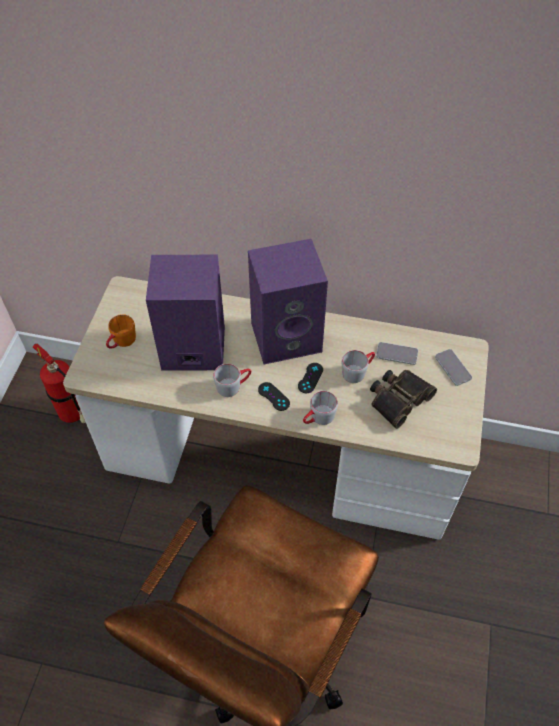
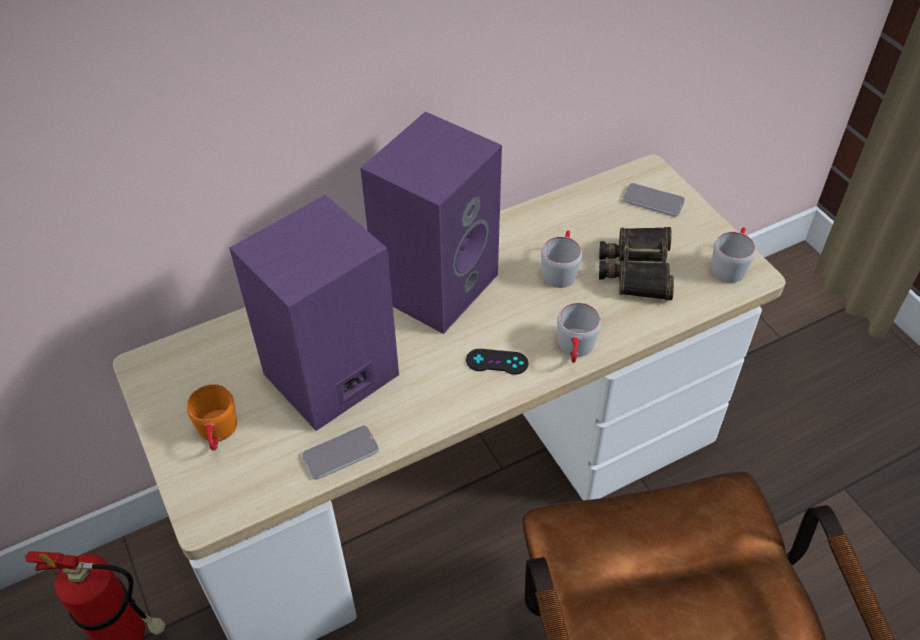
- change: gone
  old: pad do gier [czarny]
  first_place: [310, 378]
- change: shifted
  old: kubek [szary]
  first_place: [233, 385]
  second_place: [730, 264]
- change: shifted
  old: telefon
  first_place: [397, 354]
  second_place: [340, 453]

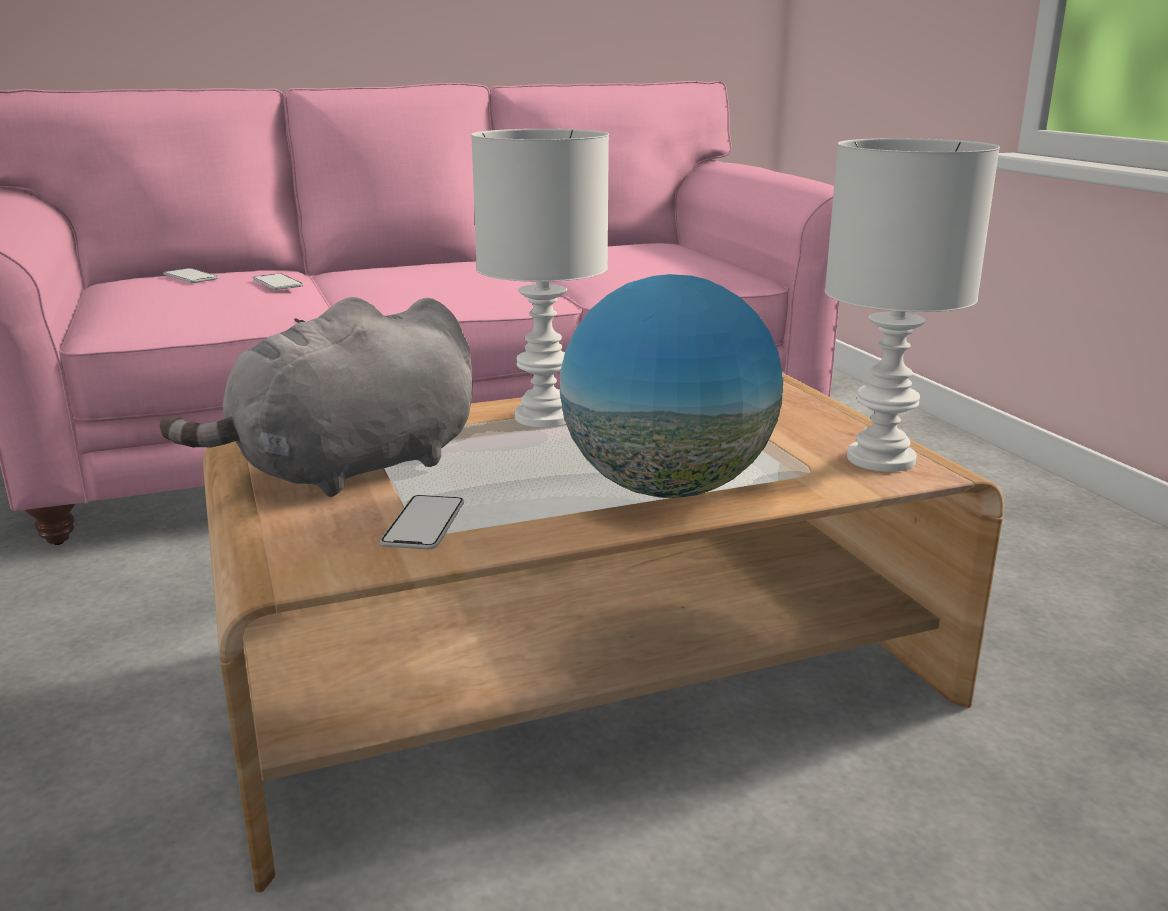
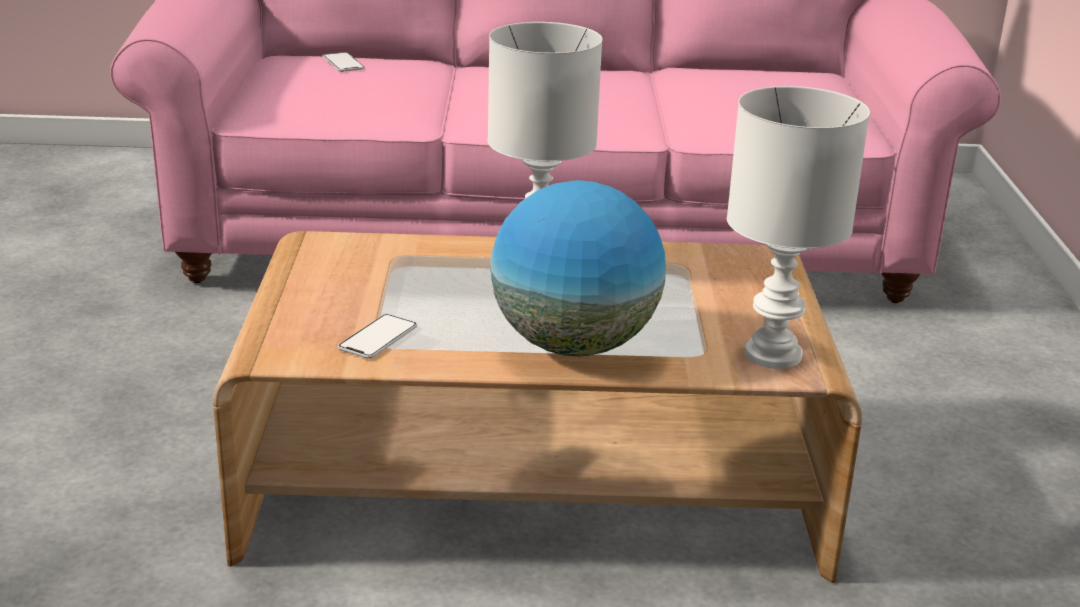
- change: gone
  old: pluszak [szary]
  first_place: [349, 470]
- change: gone
  old: telefon
  first_place: [277, 283]

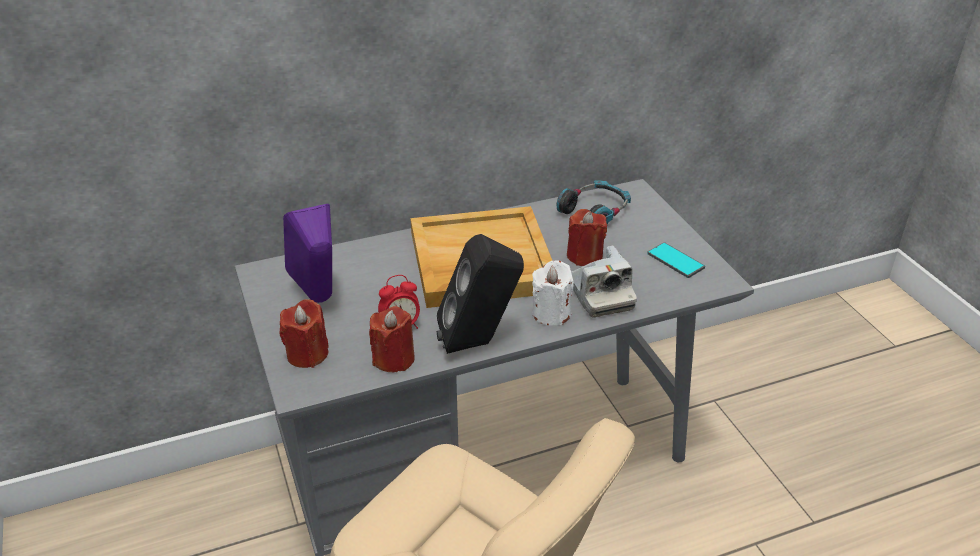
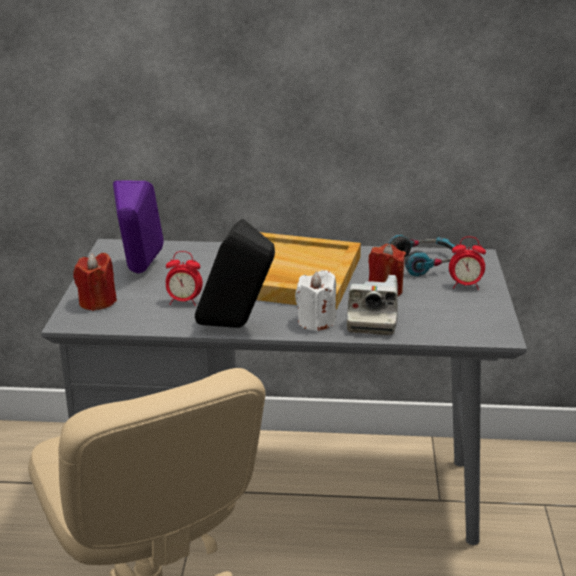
- change: gone
  old: świeca [czerwony]
  first_place: [394, 359]
- change: gone
  old: telefon
  first_place: [675, 261]
- change: new
  new: budzik
  second_place: [465, 286]

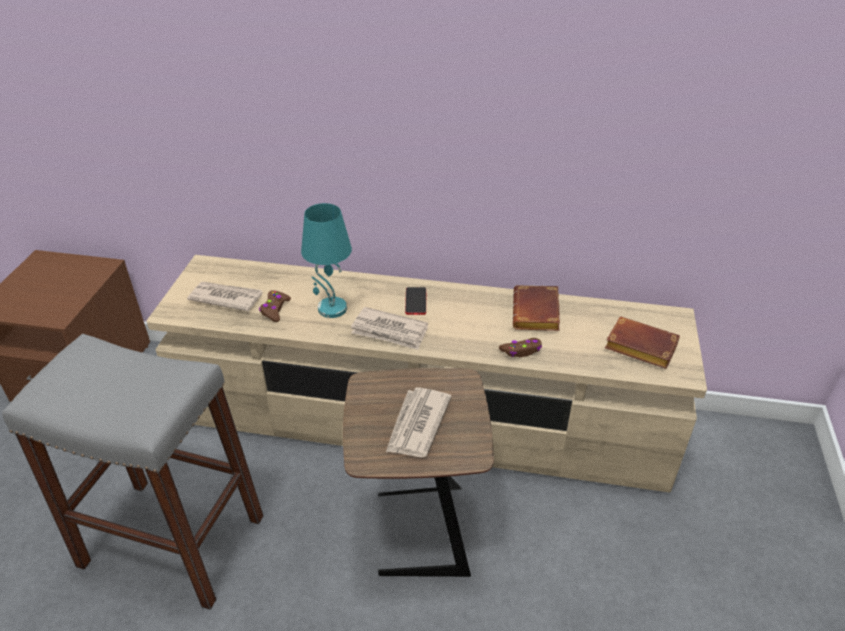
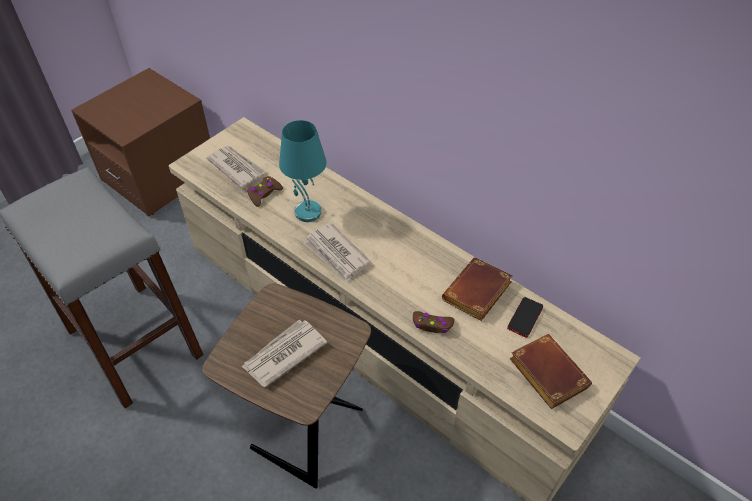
- change: shifted
  old: telefon
  first_place: [416, 301]
  second_place: [525, 317]

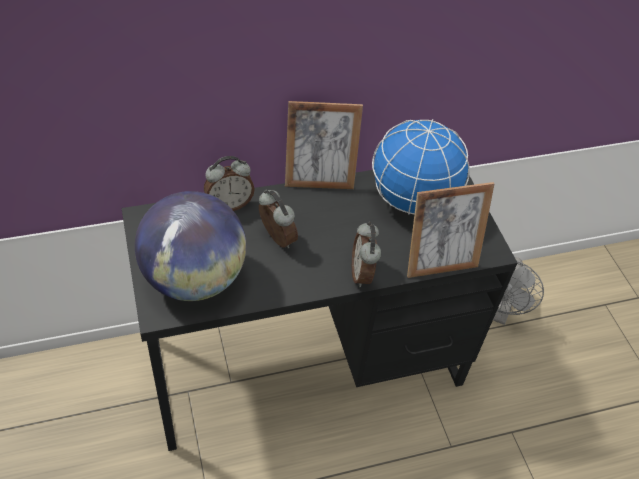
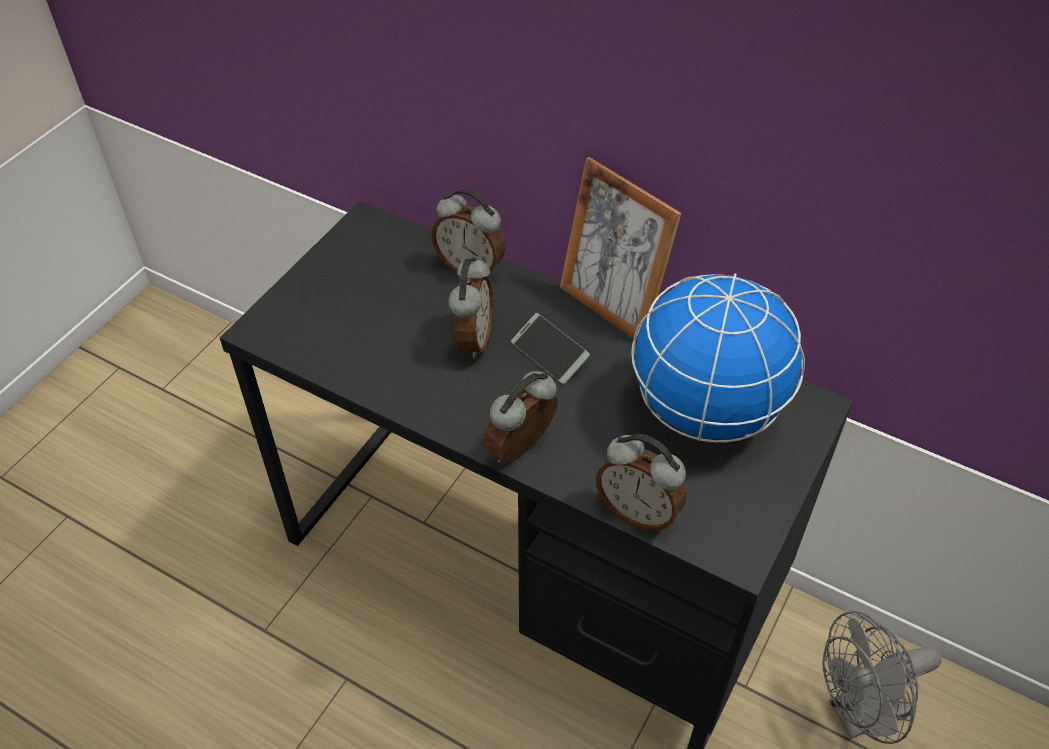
- change: gone
  old: globus
  first_place: [194, 279]
- change: new
  new: telefon
  second_place: [549, 354]
- change: swapped
  old: ramka na zdjęcie
  new: budzik
  first_place: [439, 263]
  second_place: [638, 511]

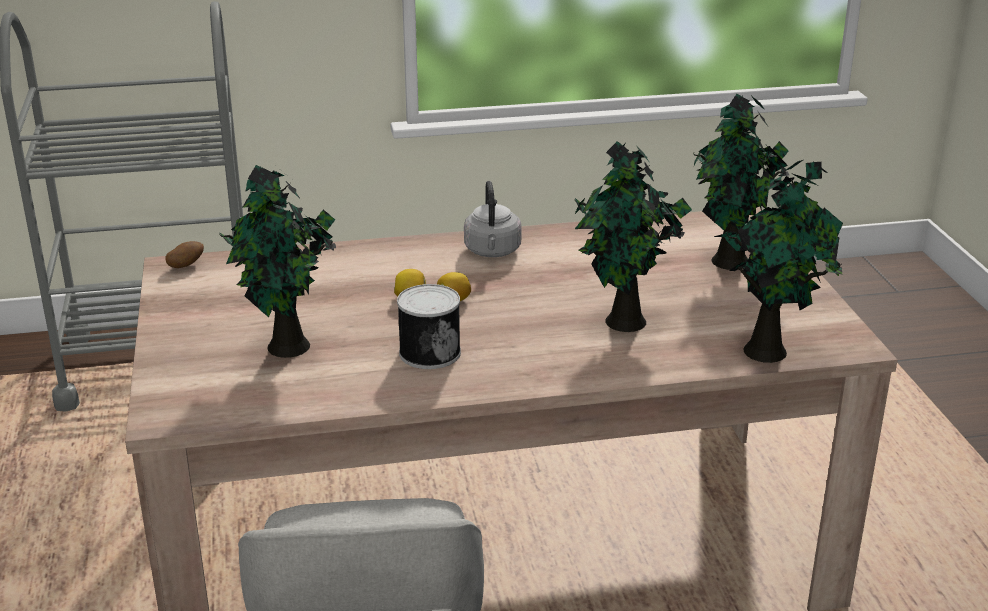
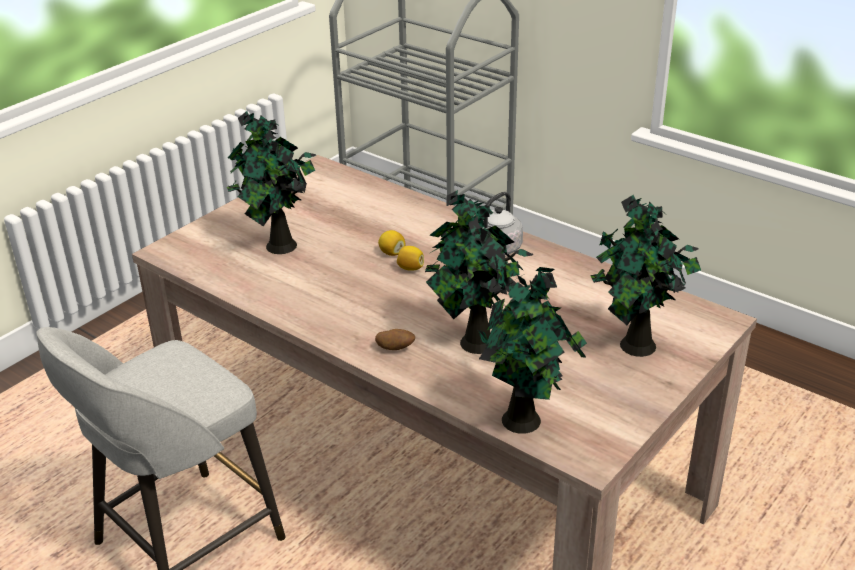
- change: gone
  old: puszka
  first_place: [429, 352]
- change: shifted
  old: ziemniak
  first_place: [186, 266]
  second_place: [395, 349]

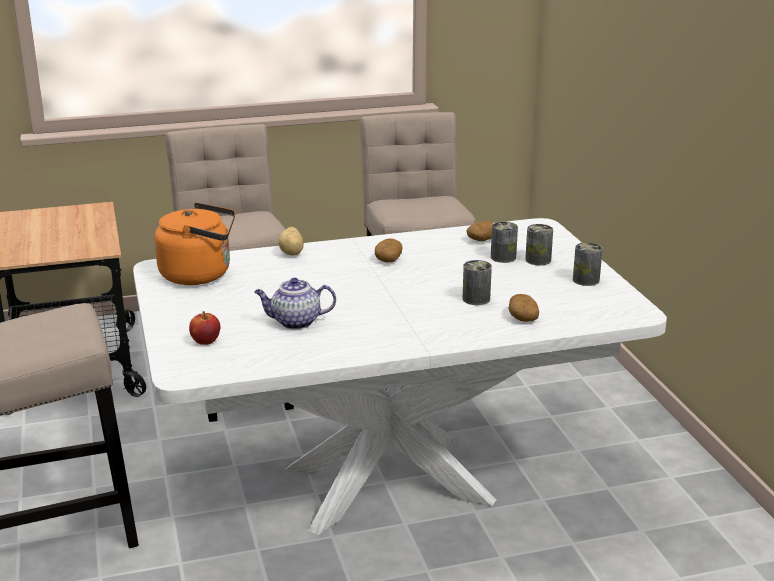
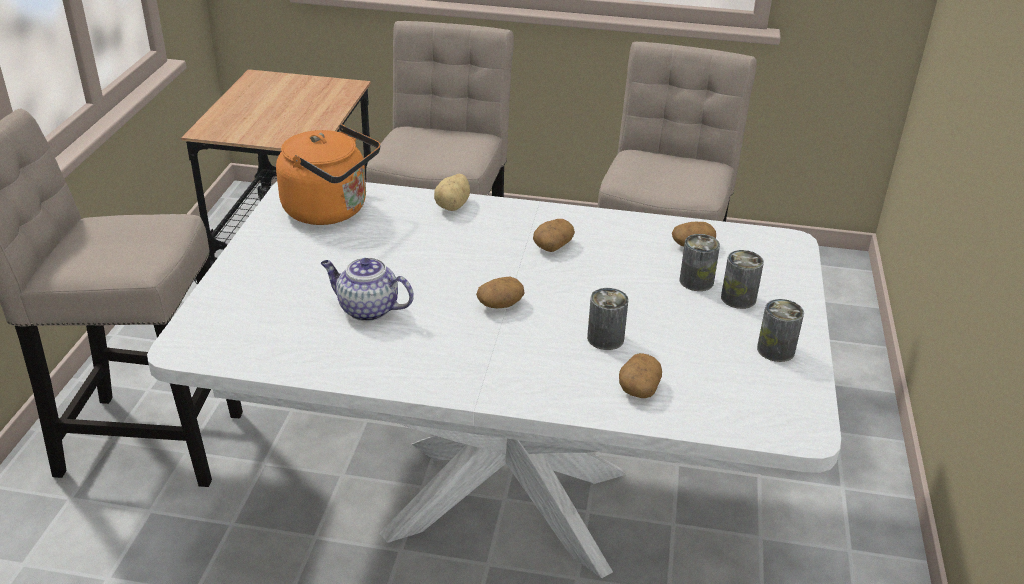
- change: gone
  old: jabłko
  first_place: [205, 341]
- change: new
  new: ziemniak
  second_place: [500, 304]

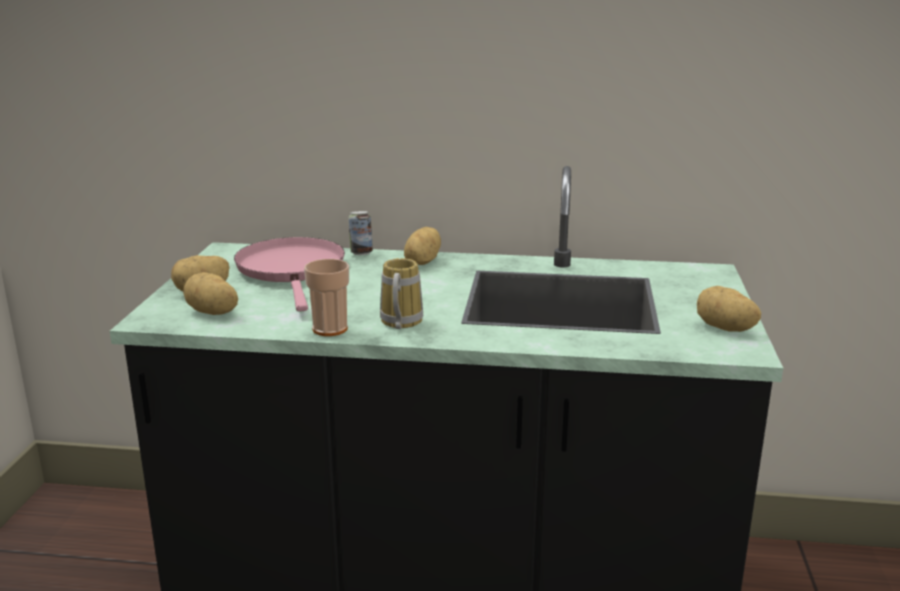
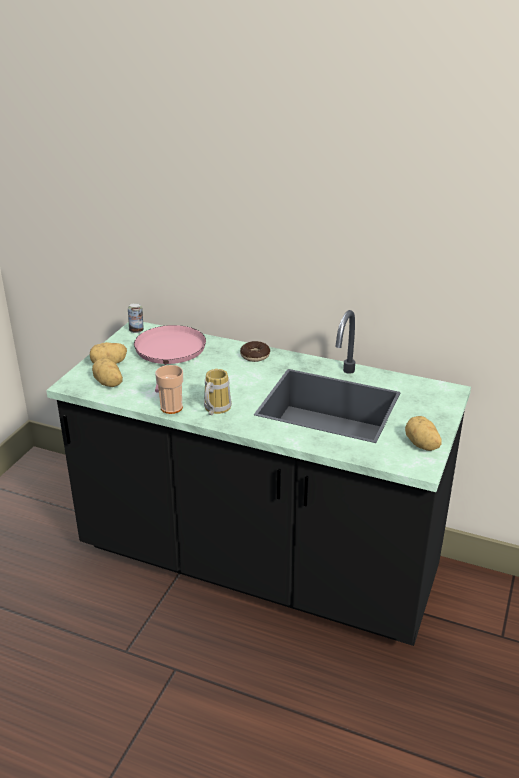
- change: shifted
  old: puszka
  first_place: [361, 253]
  second_place: [136, 331]
- change: swapped
  old: ziemniak
  new: donut
  first_place: [420, 262]
  second_place: [255, 356]

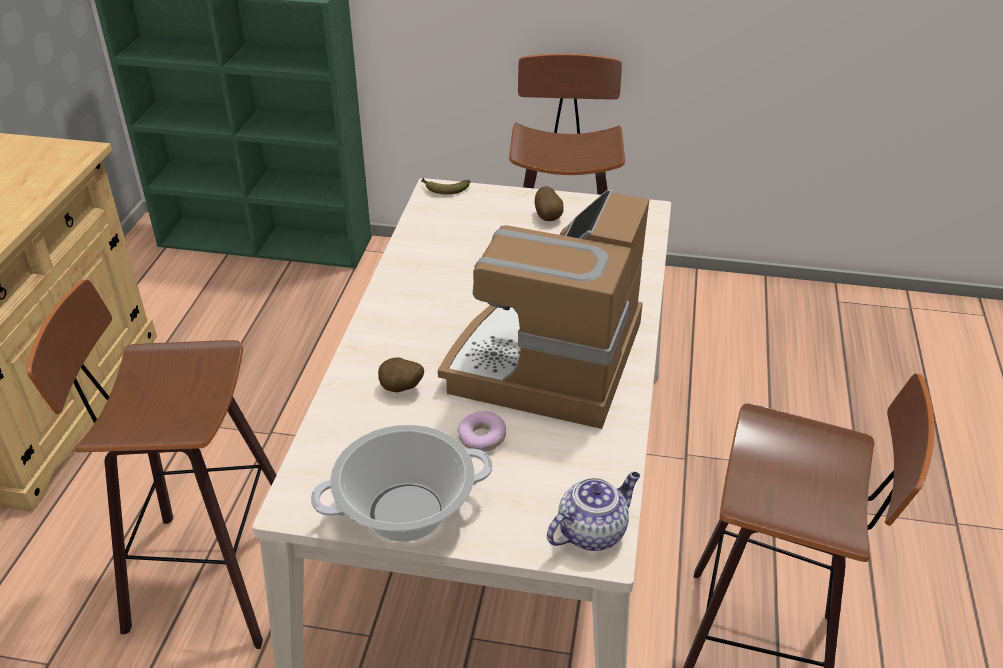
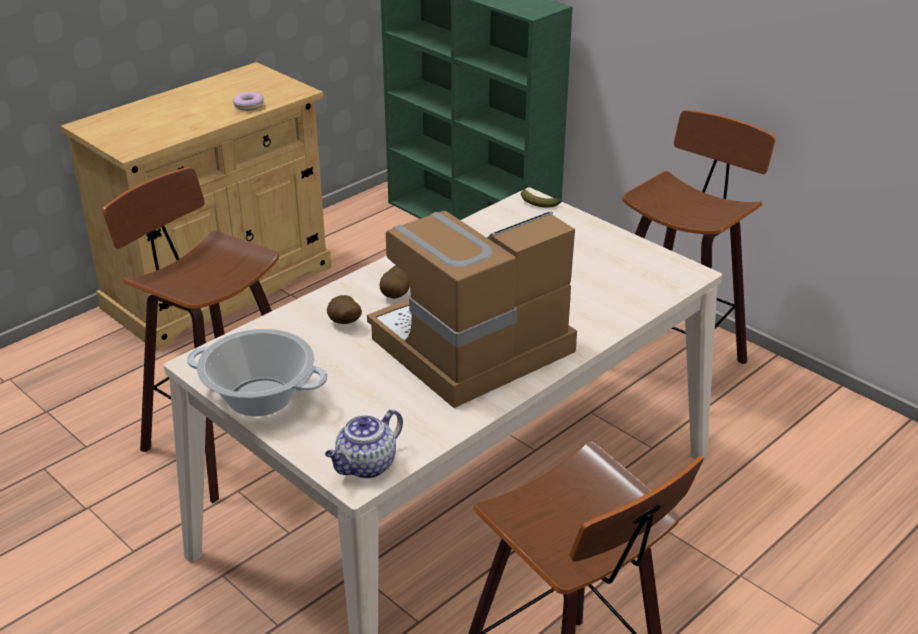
- change: shifted
  old: donut
  first_place: [482, 437]
  second_place: [249, 106]
- change: shifted
  old: ziemniak
  first_place: [548, 217]
  second_place: [397, 294]
- change: rotated
  old: imbryk
  first_place: [592, 531]
  second_place: [366, 466]
  degrees: 135

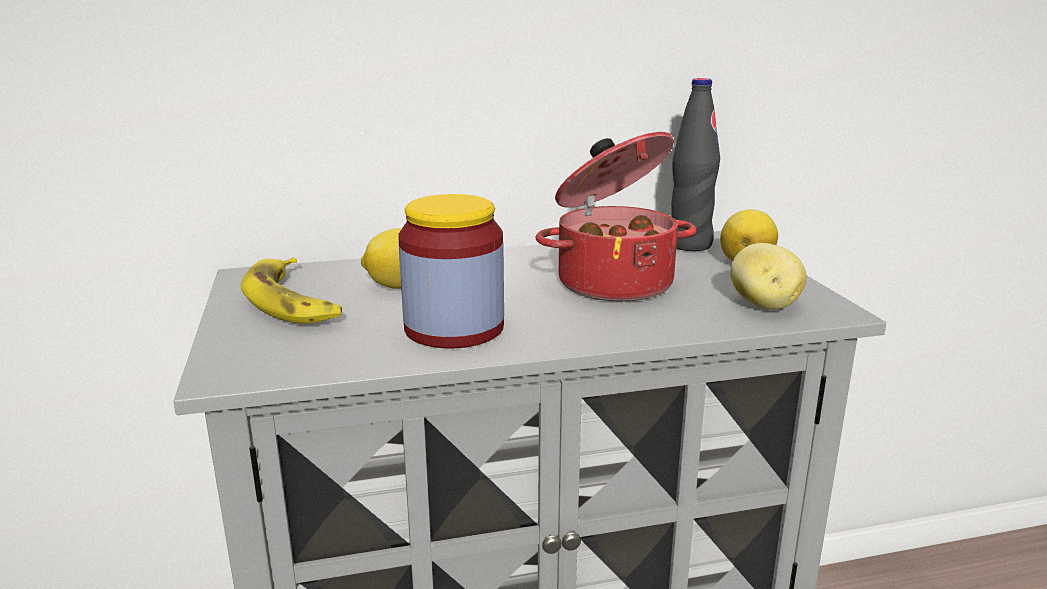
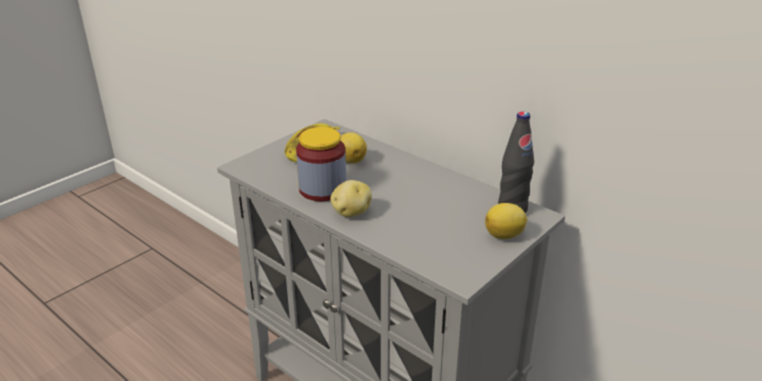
- change: gone
  old: garnek
  first_place: [614, 282]
- change: shifted
  old: ziemniak
  first_place: [763, 305]
  second_place: [351, 212]

